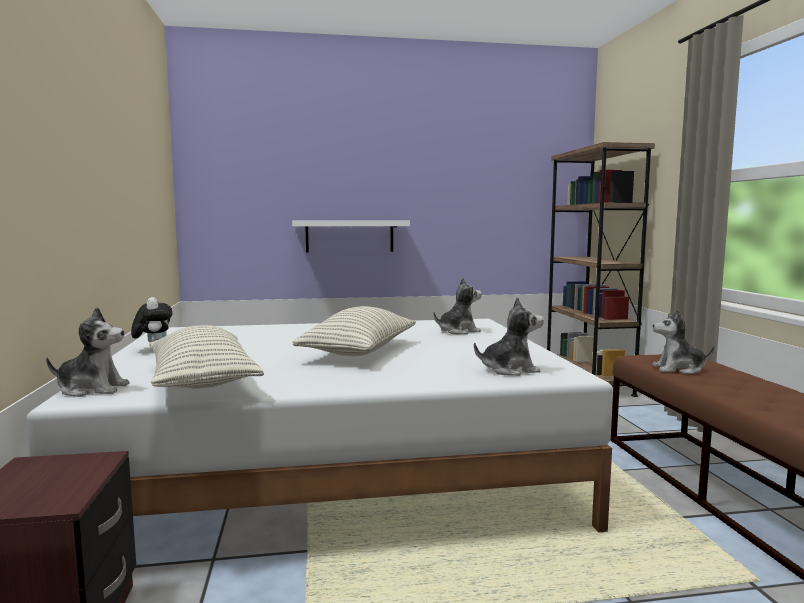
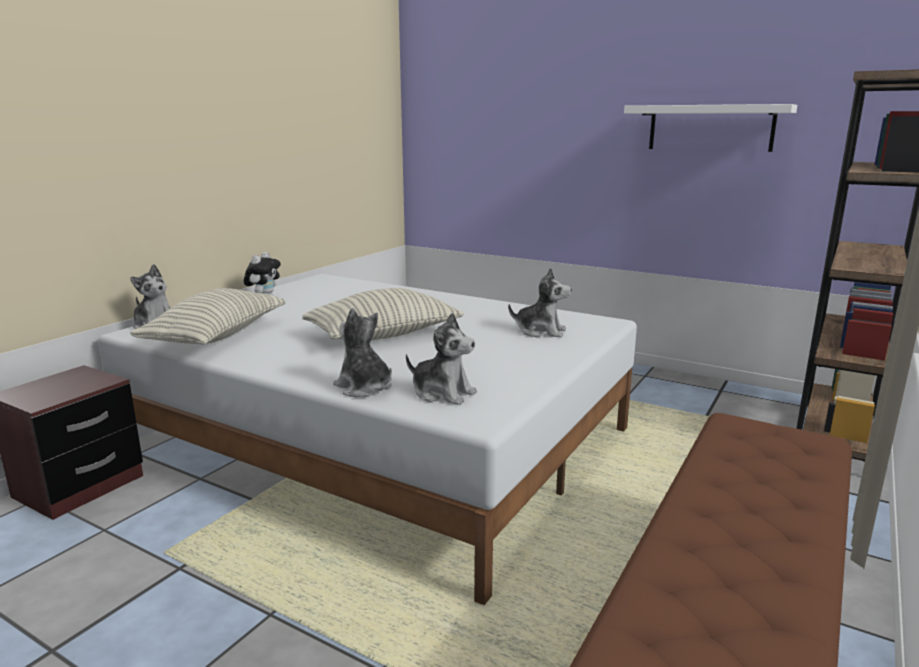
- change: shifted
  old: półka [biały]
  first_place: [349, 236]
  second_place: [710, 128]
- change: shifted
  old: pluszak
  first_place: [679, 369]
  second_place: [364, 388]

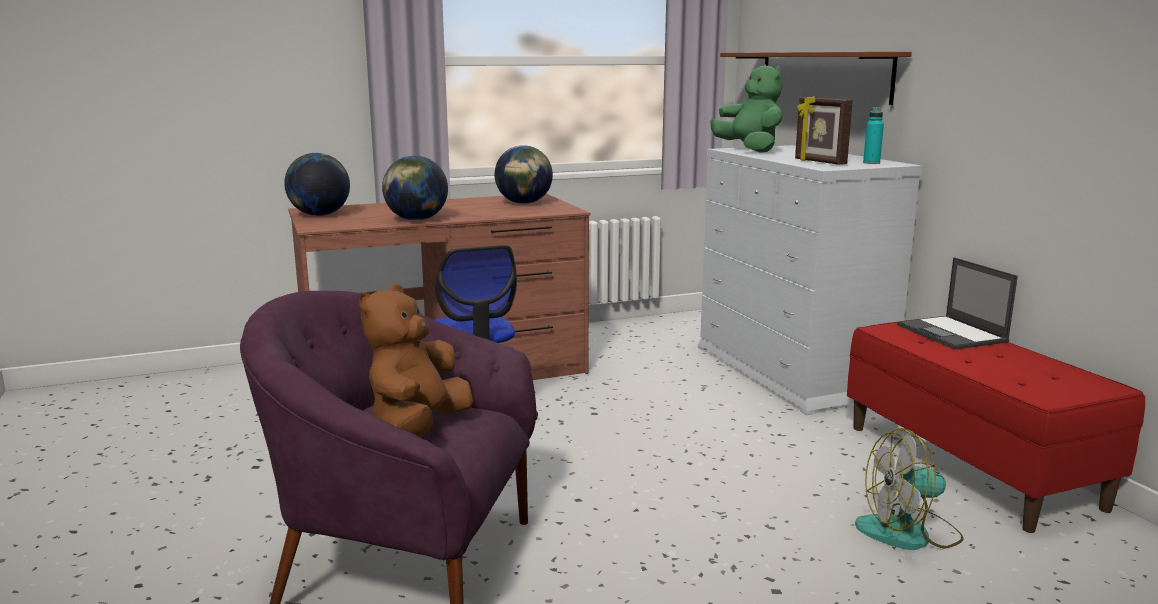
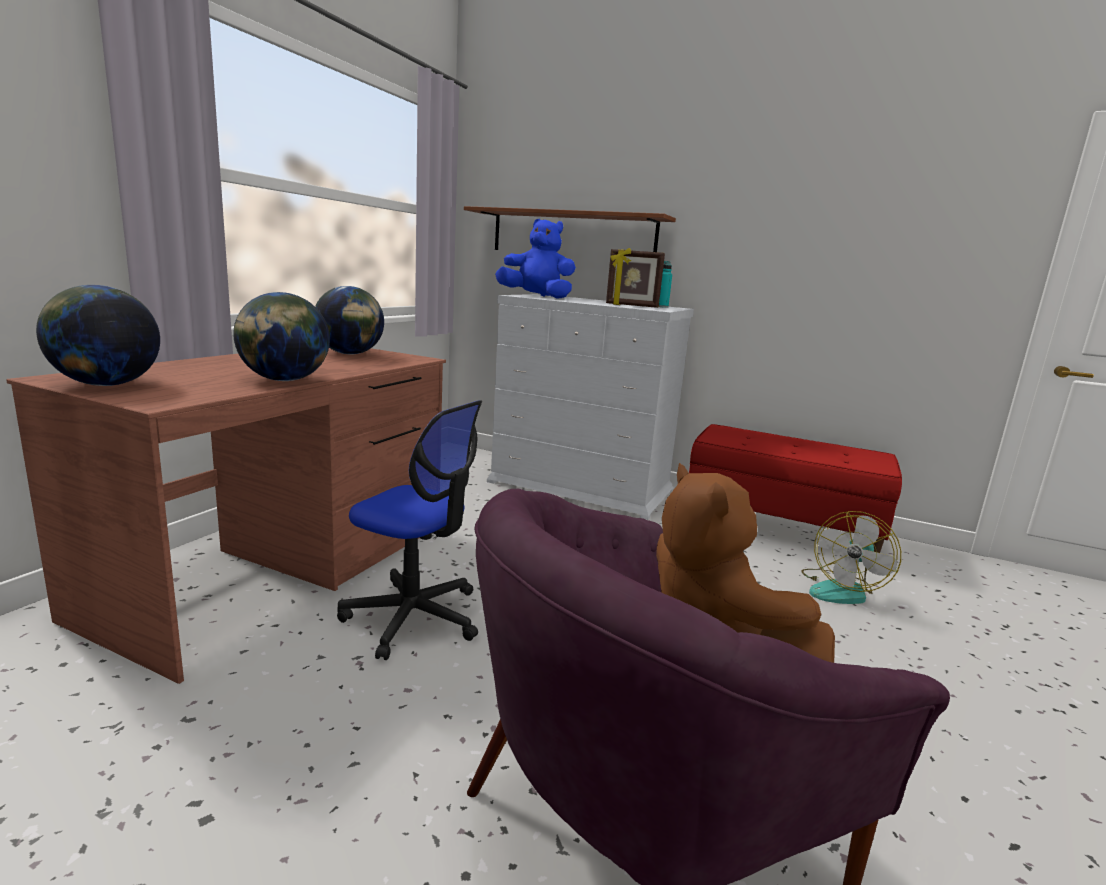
- change: gone
  old: laptop
  first_place: [952, 333]
- change: repainted
  old: pluszak [zielony]
  new: pluszak [niebieski]
  first_place: [749, 150]
  second_place: [537, 297]

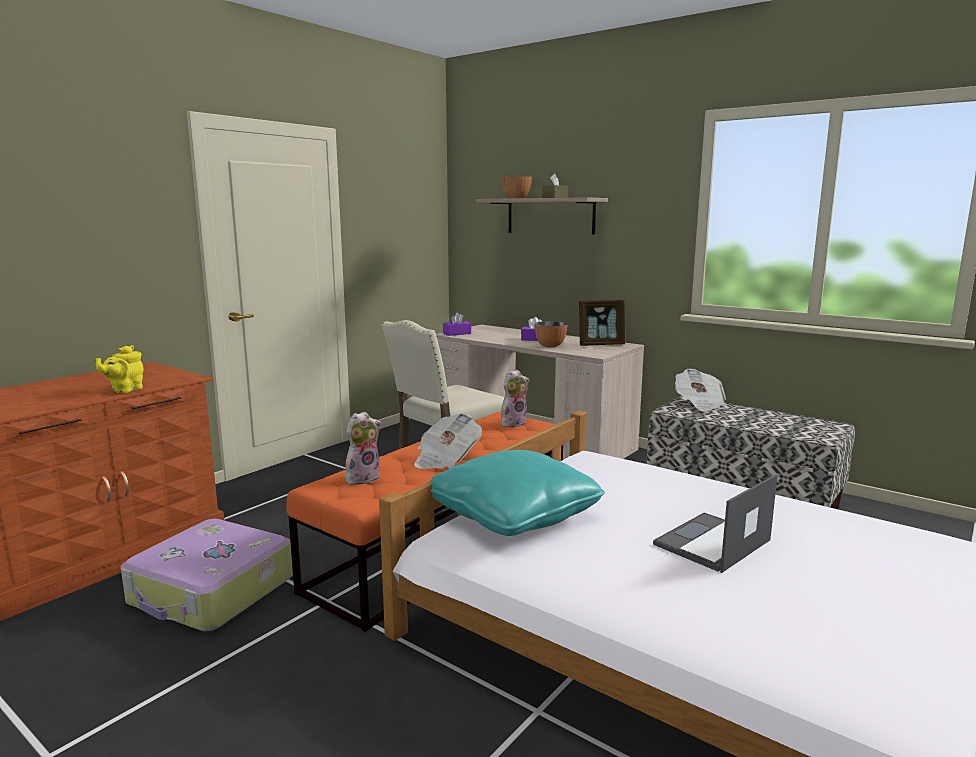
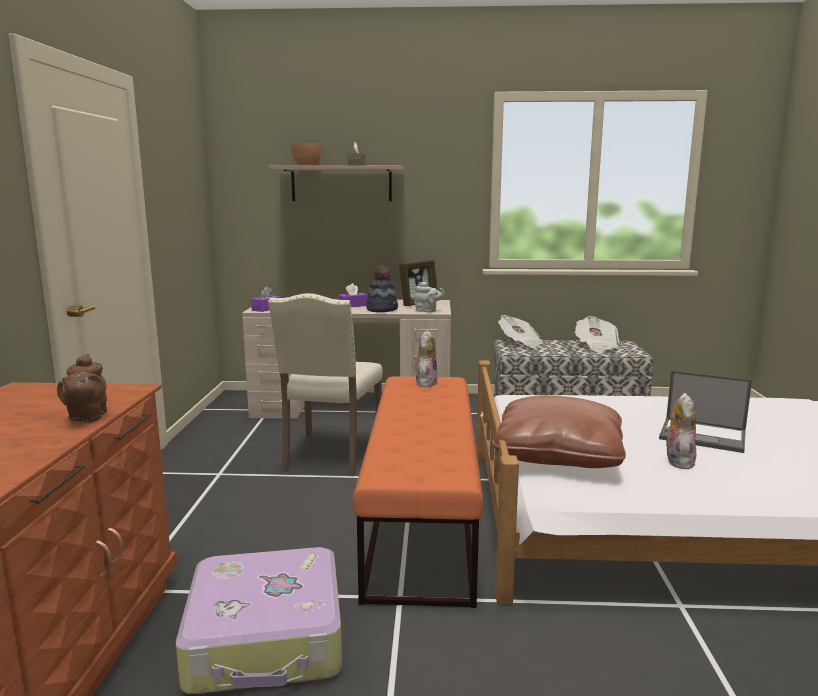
- change: new
  new: imbryk [szary]
  second_place: [427, 311]
- change: shifted
  old: pluszak
  first_place: [363, 478]
  second_place: [677, 461]
- change: shifted
  old: gazeta
  first_place: [446, 459]
  second_place: [596, 346]
- change: swapped
  old: miska
  new: kapelusz
  first_place: [550, 346]
  second_place: [382, 309]
- change: repainted
  old: imbryk [żółty]
  new: imbryk [brązowy]
  first_place: [125, 390]
  second_place: [86, 417]
- change: repainted
  old: poduszka [turkusowy]
  new: poduszka [brązowy]
  first_place: [513, 515]
  second_place: [558, 454]
- change: rotated
  old: laptop
  first_place: [712, 543]
  second_place: [703, 436]
  degrees: -75

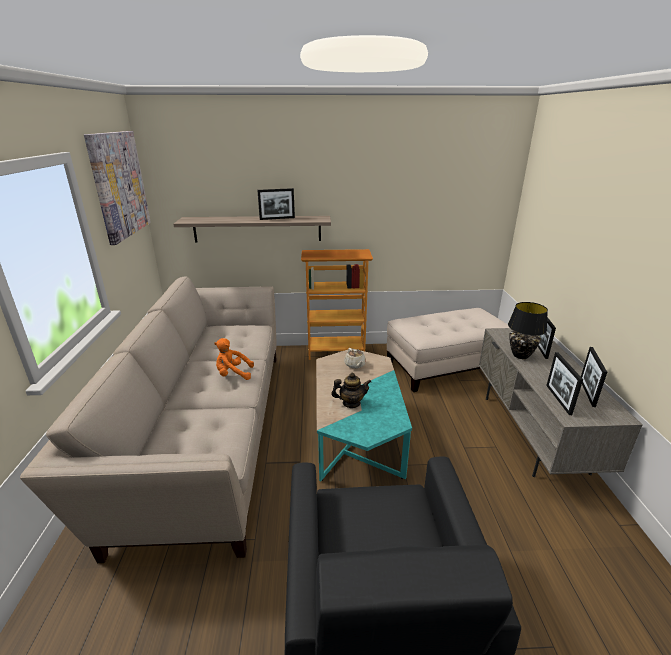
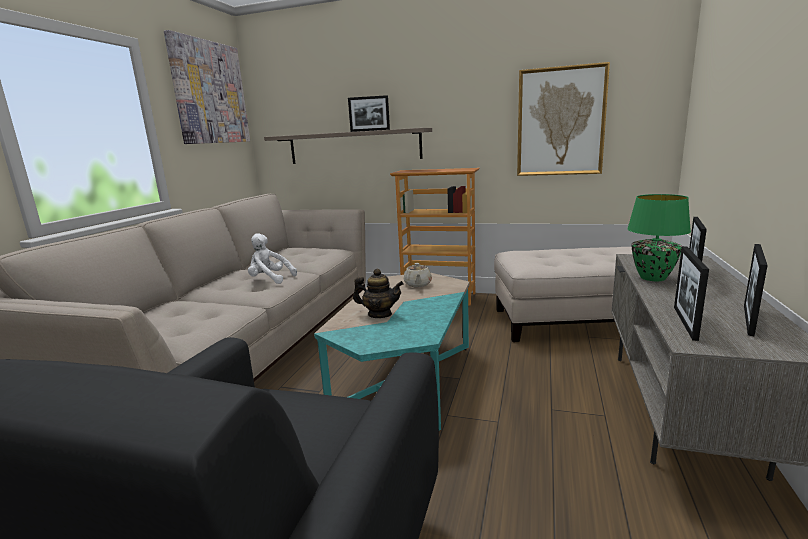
- change: new
  new: obraz
  second_place: [560, 122]
- change: repainted
  old: pluszak [pomarańczowy]
  new: pluszak [biały]
  first_place: [233, 374]
  second_place: [270, 279]
- change: repainted
  old: lampa stołowa [czarny]
  new: lampa stołowa [zielony]
  first_place: [520, 355]
  second_place: [652, 278]

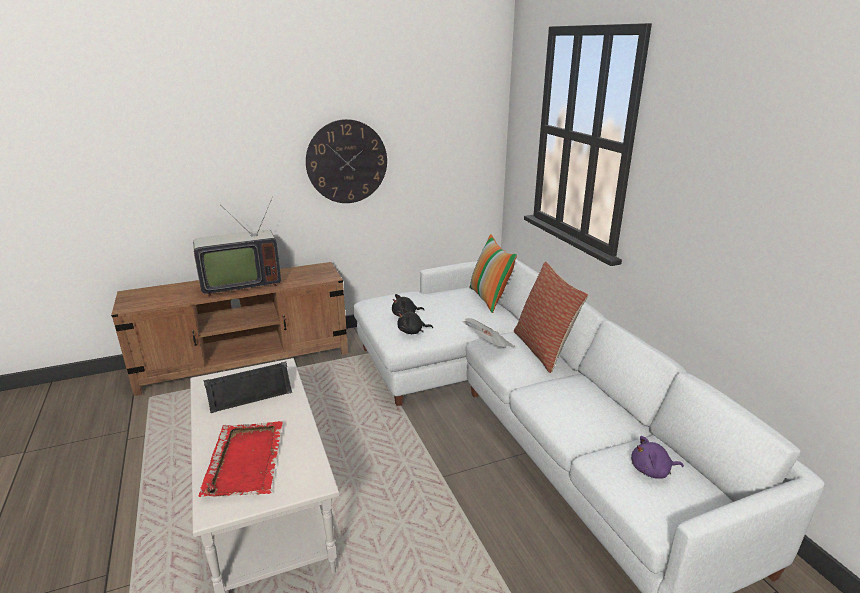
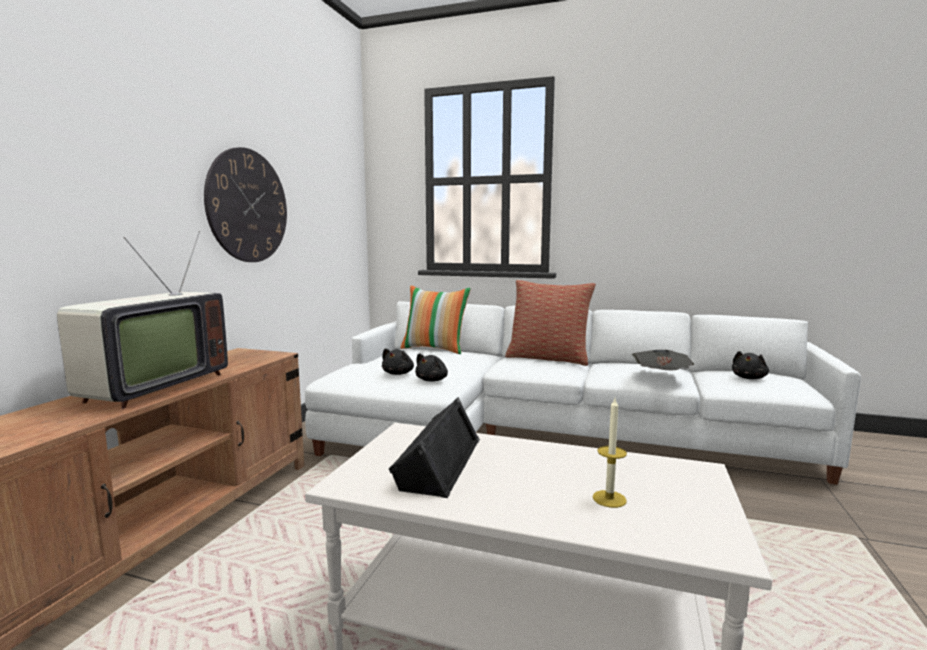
- change: shifted
  old: gazeta
  first_place: [488, 346]
  second_place: [661, 376]
- change: swapped
  old: taca [czerwony]
  new: świeca
  first_place: [245, 460]
  second_place: [609, 499]
- change: repainted
  old: pluszak [fioletowy]
  new: pluszak [czarny]
  first_place: [652, 471]
  second_place: [749, 378]

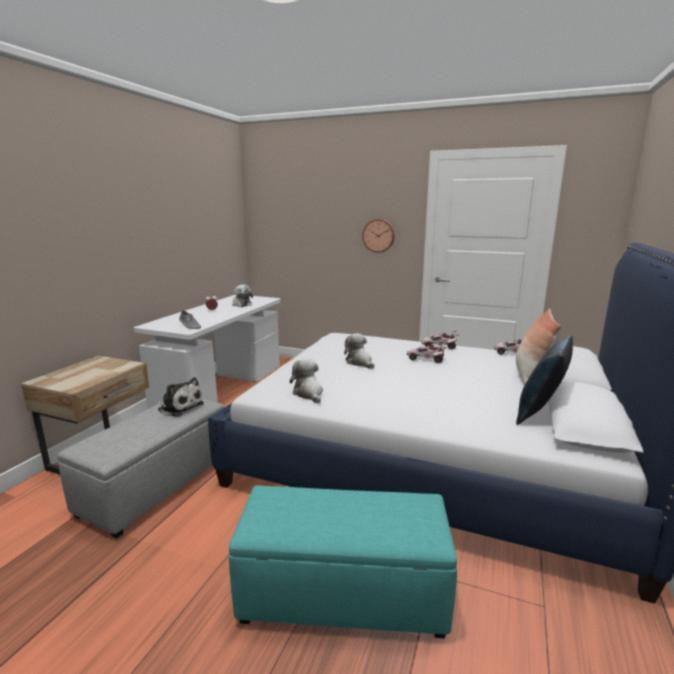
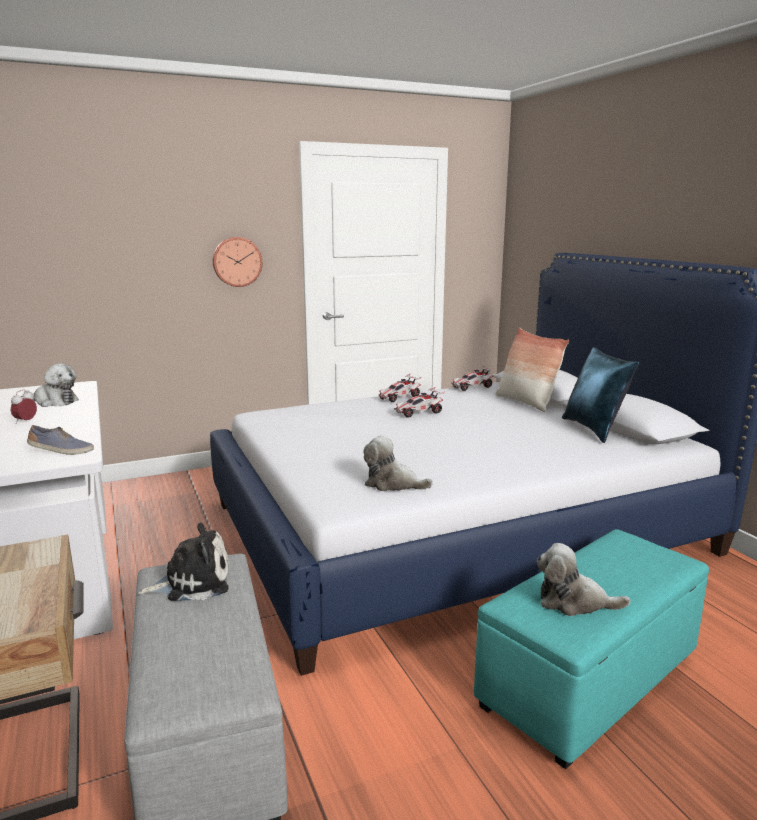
- change: shifted
  old: pluszak
  first_place: [359, 362]
  second_place: [574, 602]

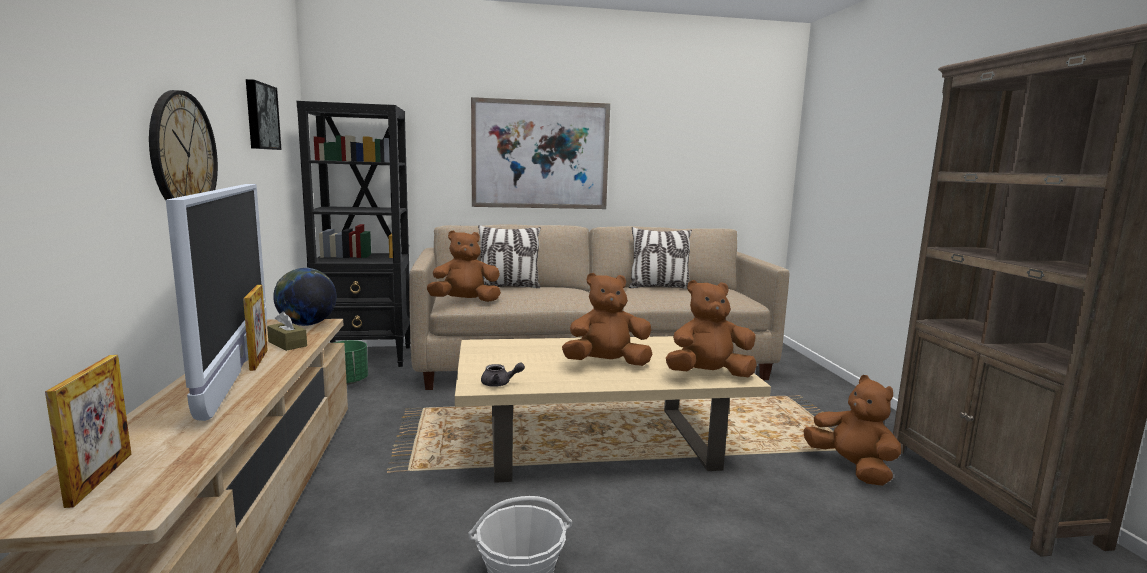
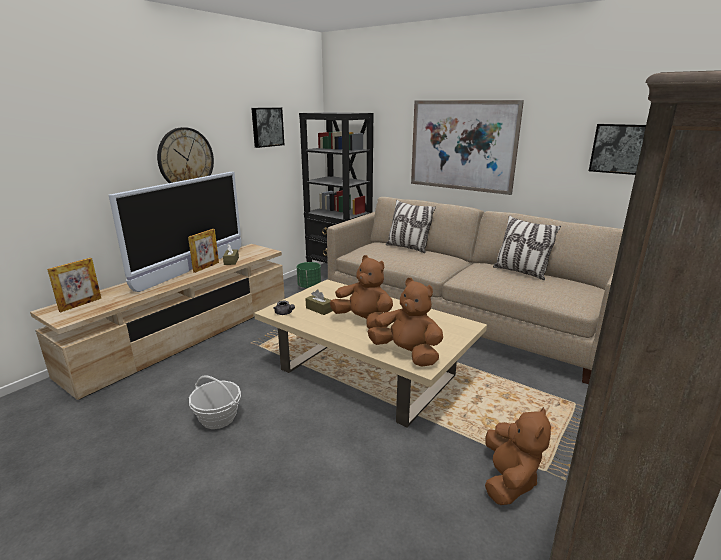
- change: gone
  old: globus
  first_place: [307, 324]
- change: gone
  old: pluszak [brązowy]
  first_place: [465, 301]
- change: new
  new: pudełko chusteczek [brązowy]
  second_place: [319, 309]
- change: new
  new: obraz
  second_place: [619, 148]

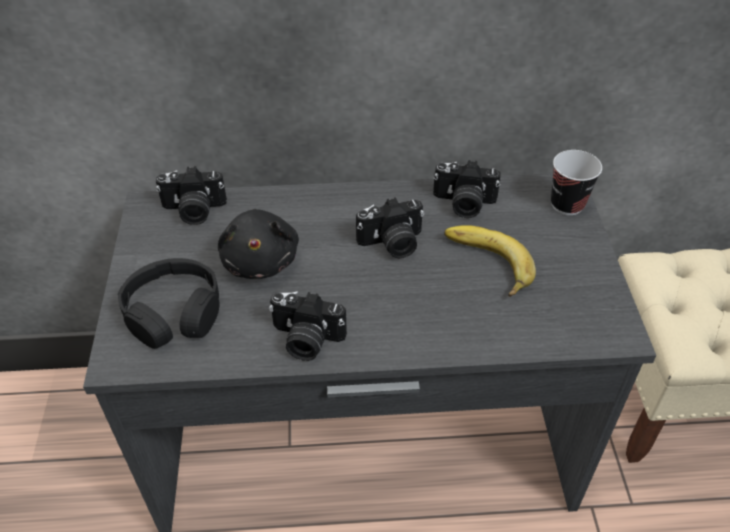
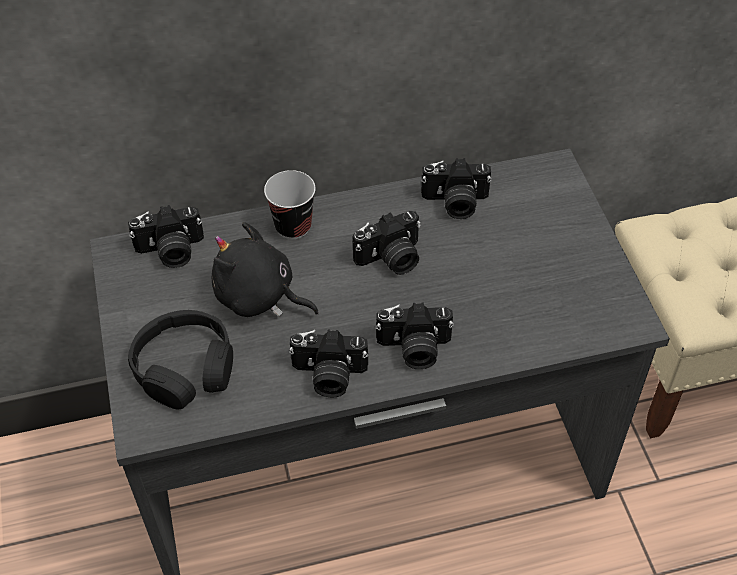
- change: gone
  old: banan
  first_place: [485, 264]
- change: new
  new: aparat fotograficzny
  second_place: [414, 349]
- change: shifted
  old: filiżanka
  first_place: [567, 204]
  second_place: [293, 226]
- change: rotated
  old: pluszak [czarny]
  first_place: [261, 260]
  second_place: [259, 297]
  degrees: 135

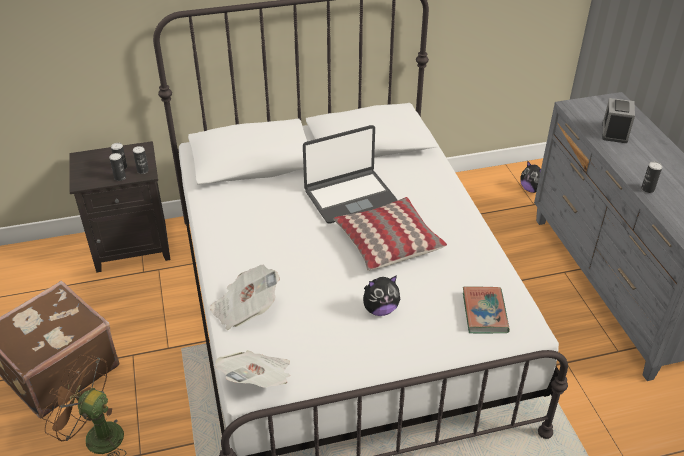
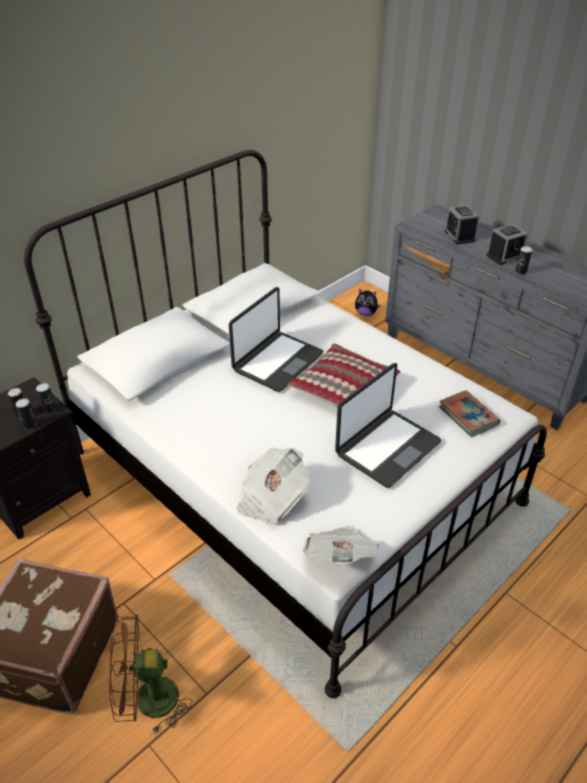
- change: new
  new: budzik
  second_place: [504, 256]
- change: swapped
  old: pluszak
  new: laptop
  first_place: [380, 309]
  second_place: [387, 448]

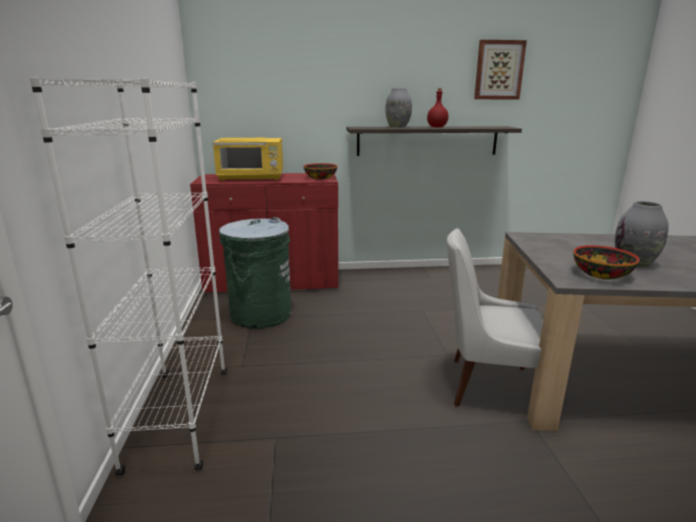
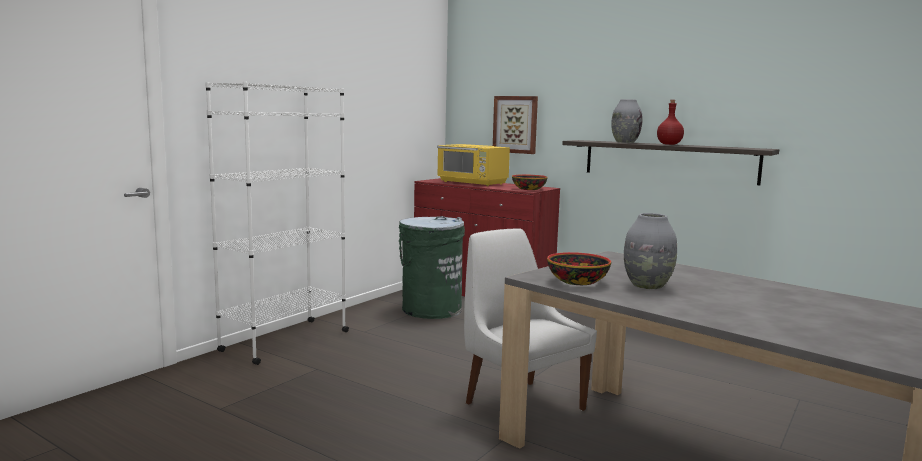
- change: shifted
  old: obraz
  first_place: [499, 70]
  second_place: [515, 124]

